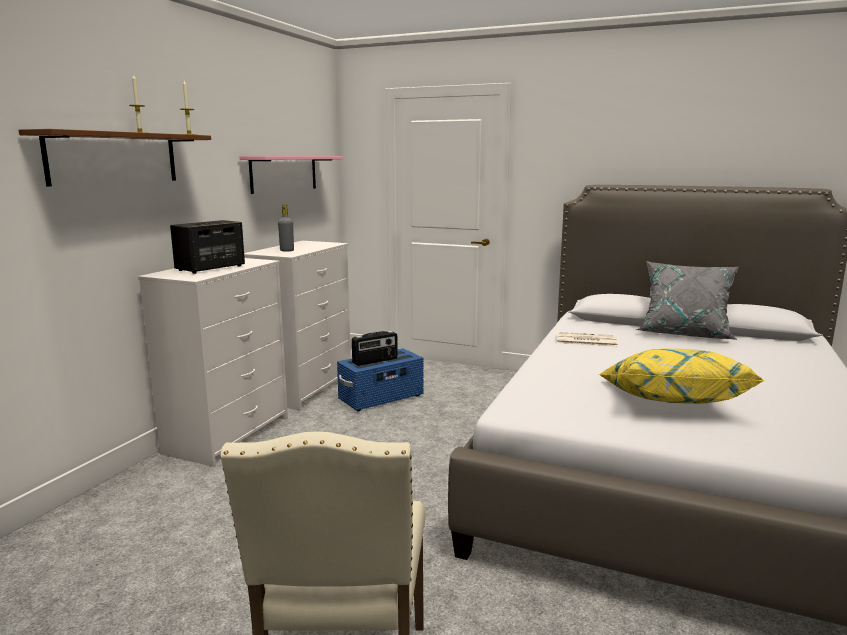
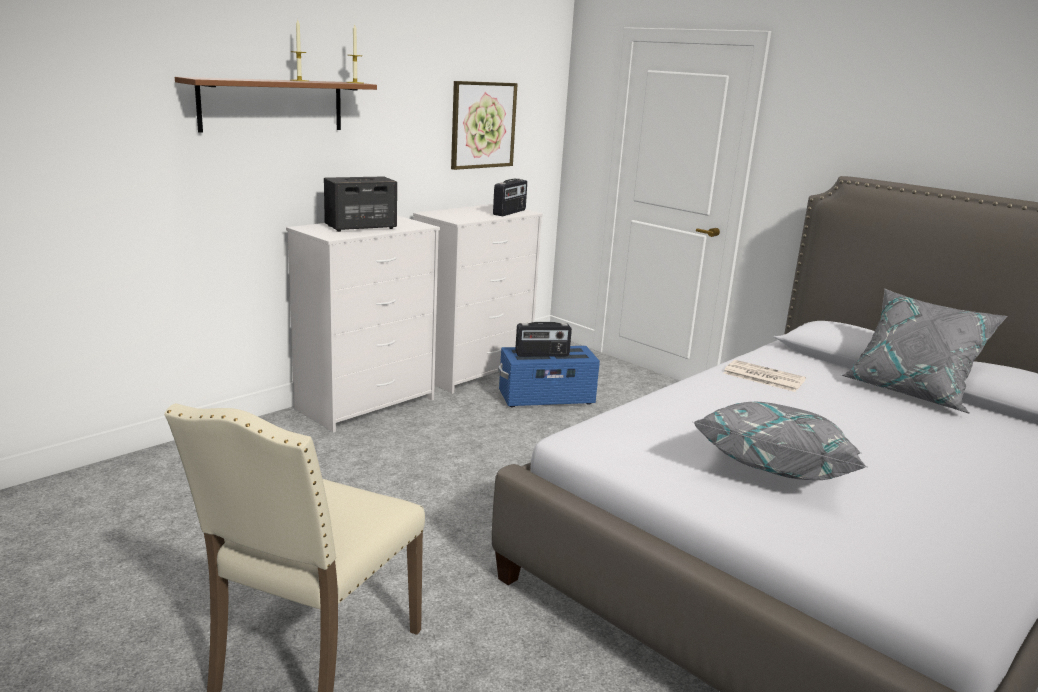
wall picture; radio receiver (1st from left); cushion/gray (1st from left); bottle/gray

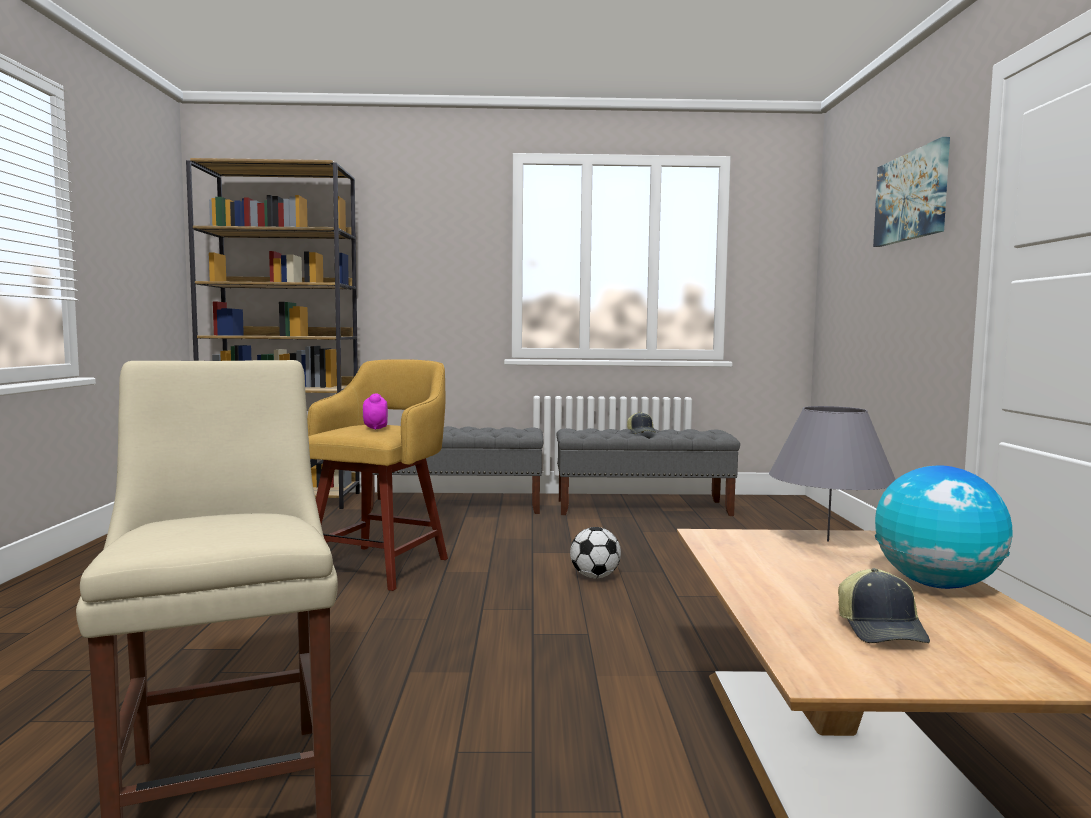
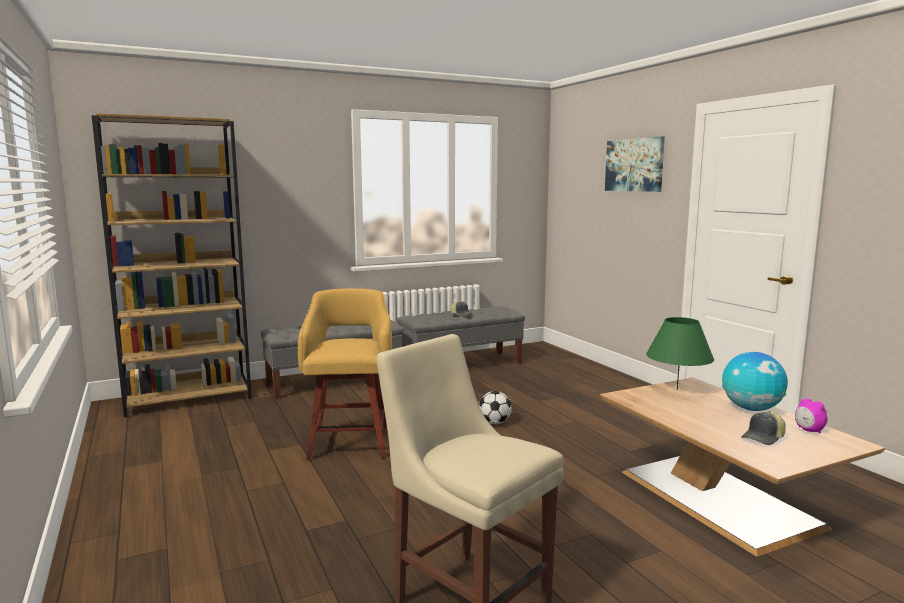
table lamp/greenish; peaked cap (2nd from left); table clock

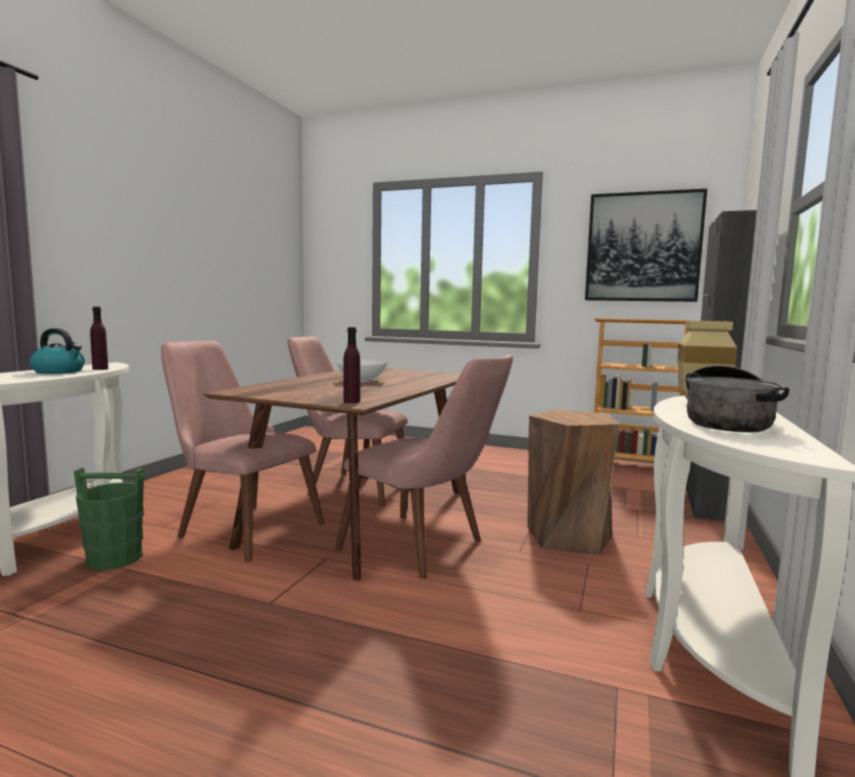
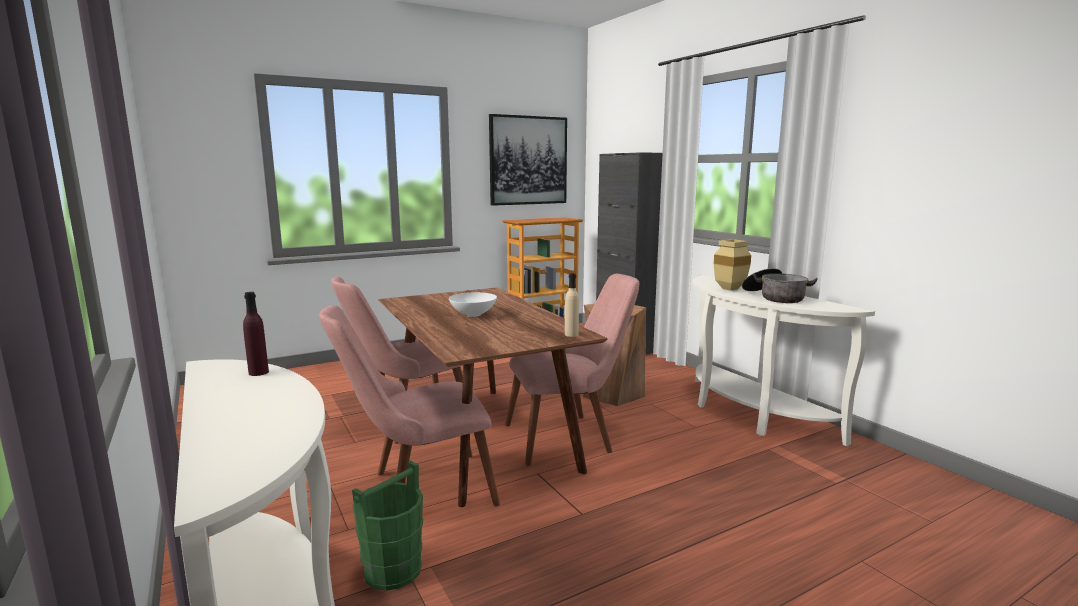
bottle/beige-coloured; water kettle

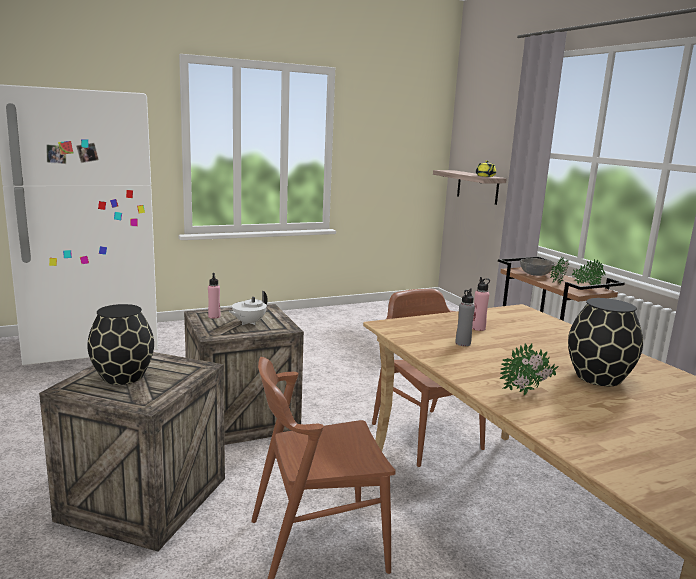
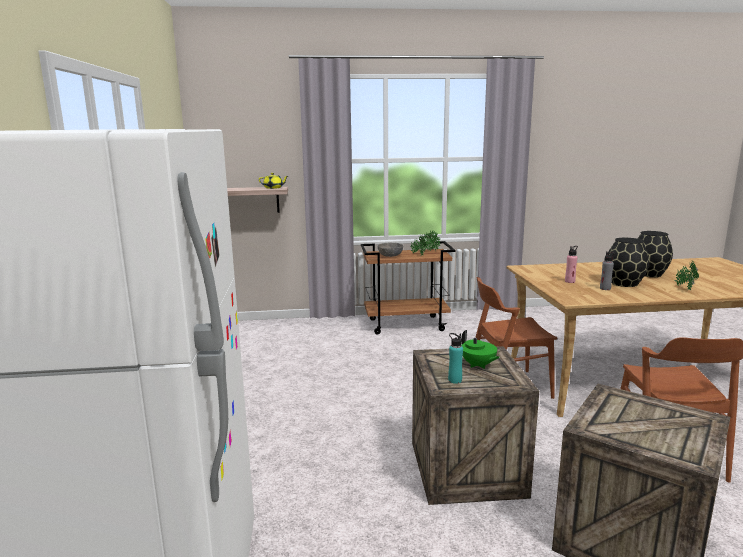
bottle/turquoise; pot for tea/greenish; decorative vase/black (1st from left)

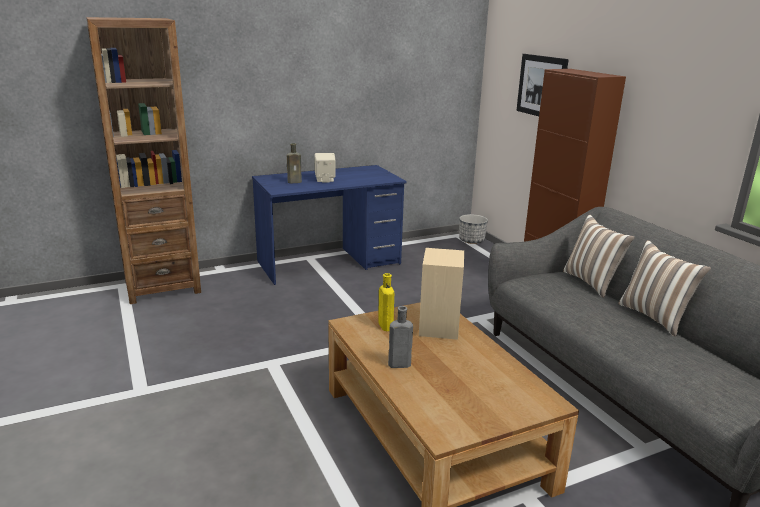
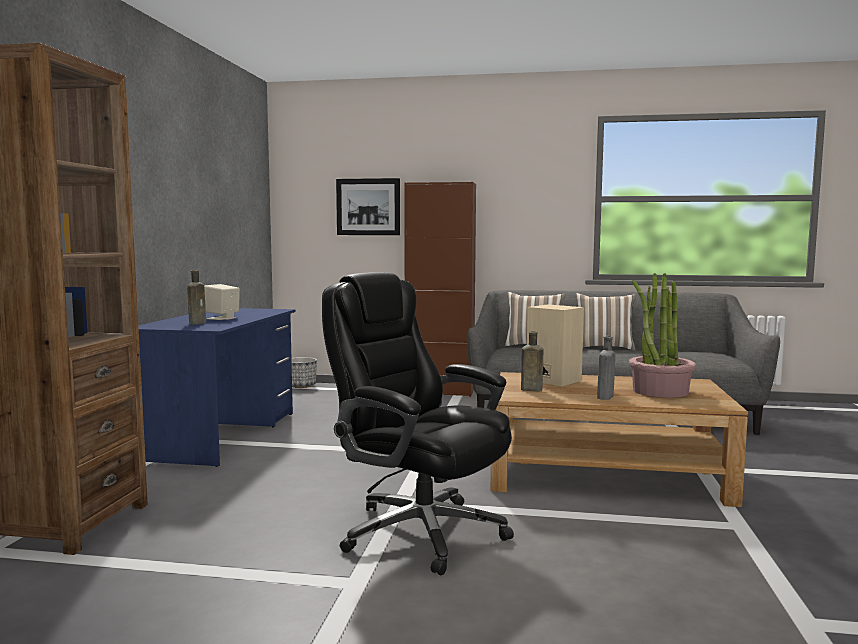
office chair/black; bottle/brownish (2nd from left); potted plant

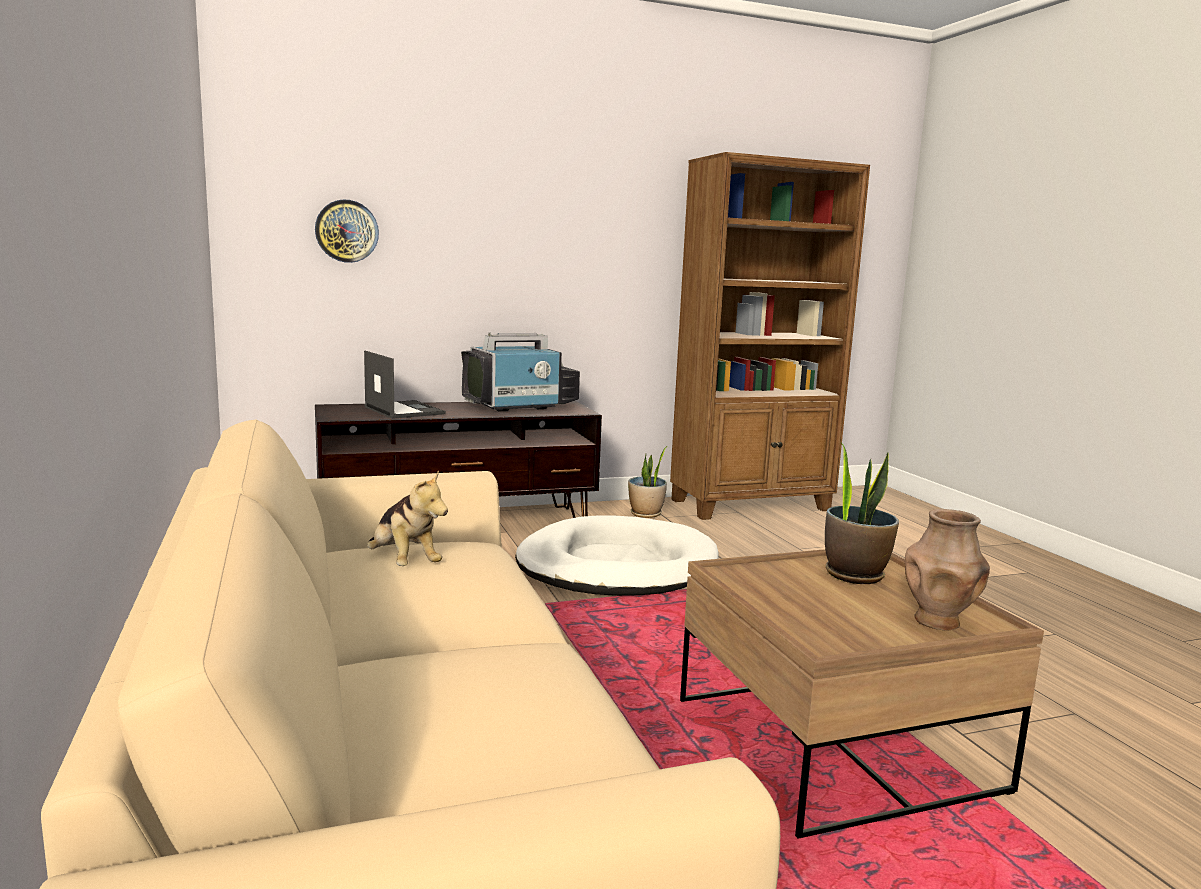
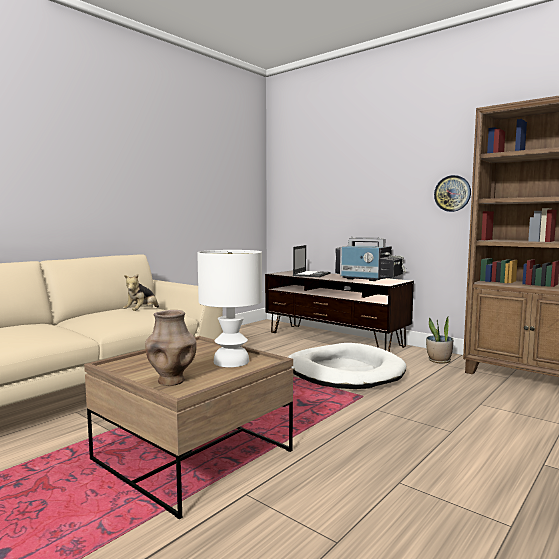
table lamp/white-coloured; clock on the wall

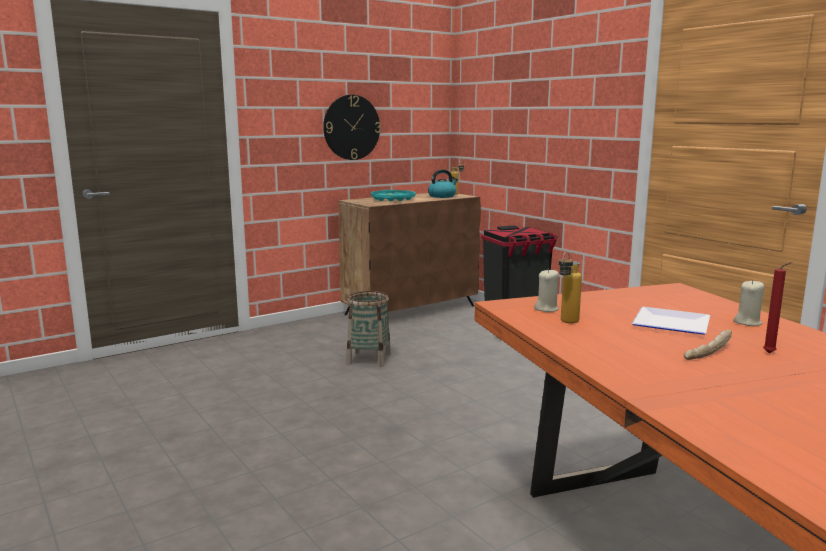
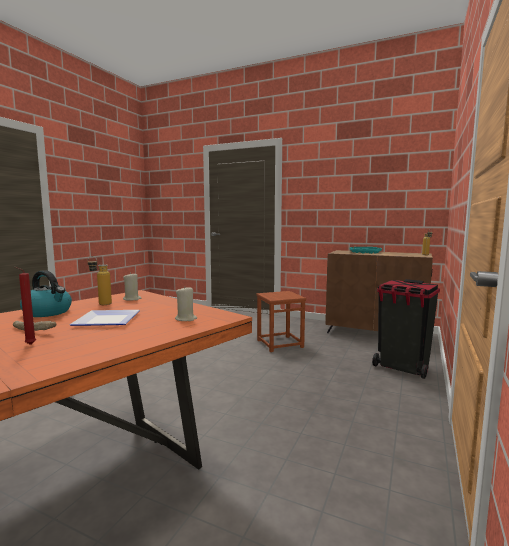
water kettle; wax light/beige-coloured (2nd from left); stool seat/brownish; clock on the wall

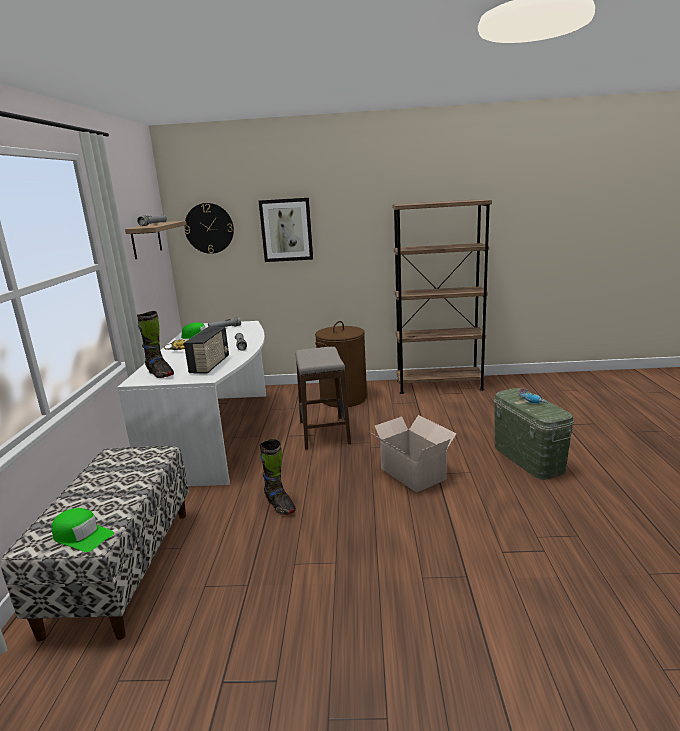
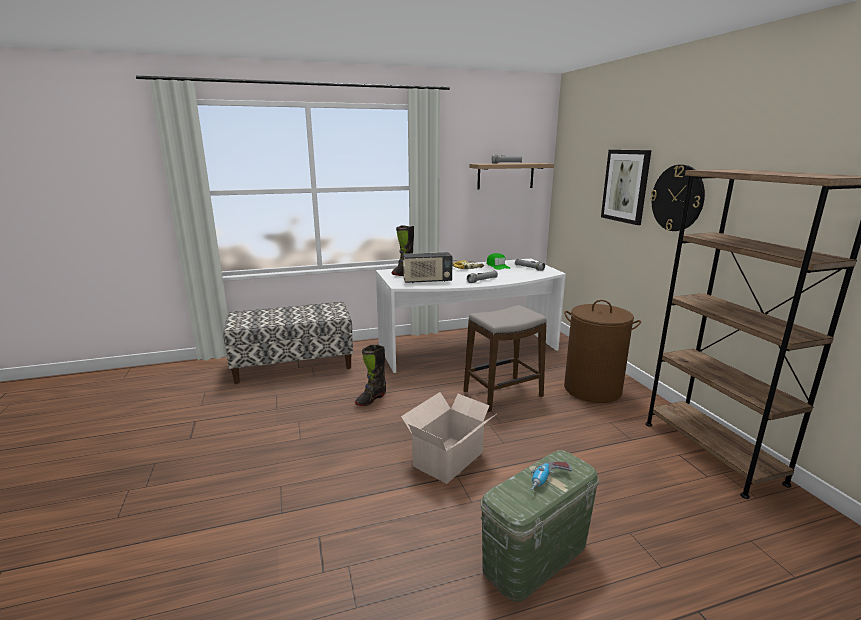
clock on the wall; peaked cap/greenish (1st from left in the first image)

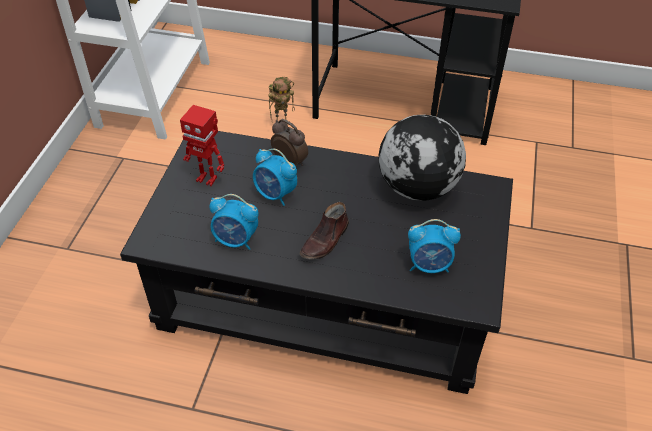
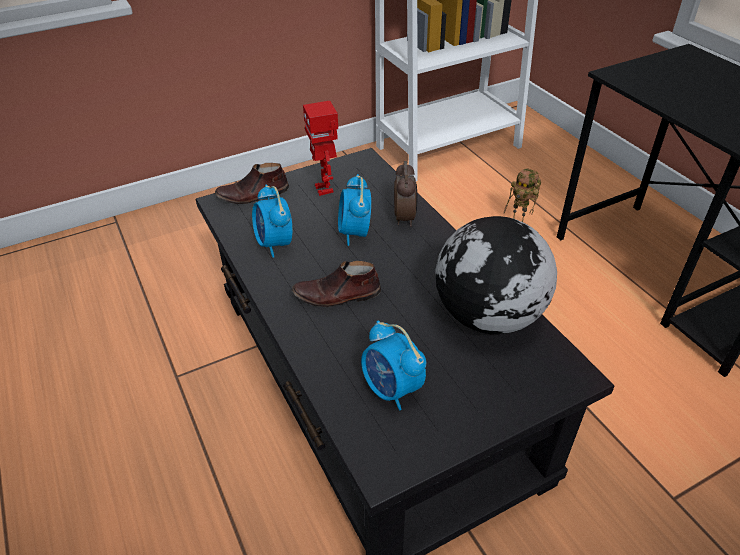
item of footwear/brownish (1st from left)

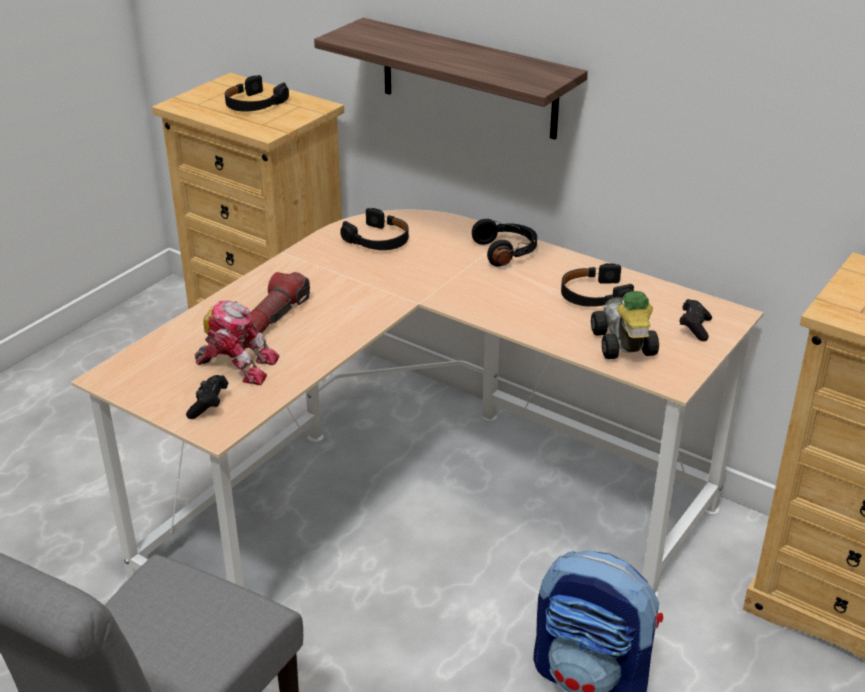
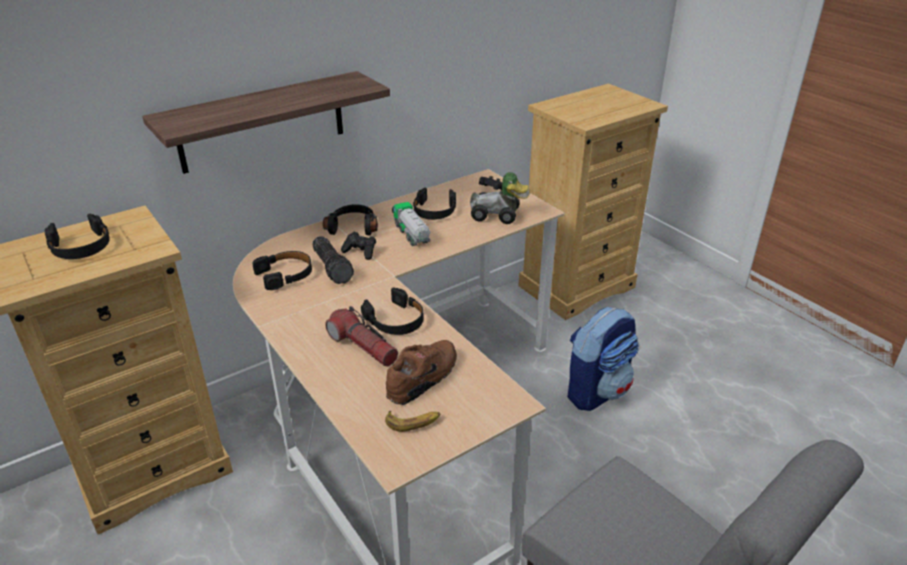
hand torch (1st from left); game controller/black (1st from left); headphones/black (4th from left); whole banana; item of footwear/brownish; model truck

